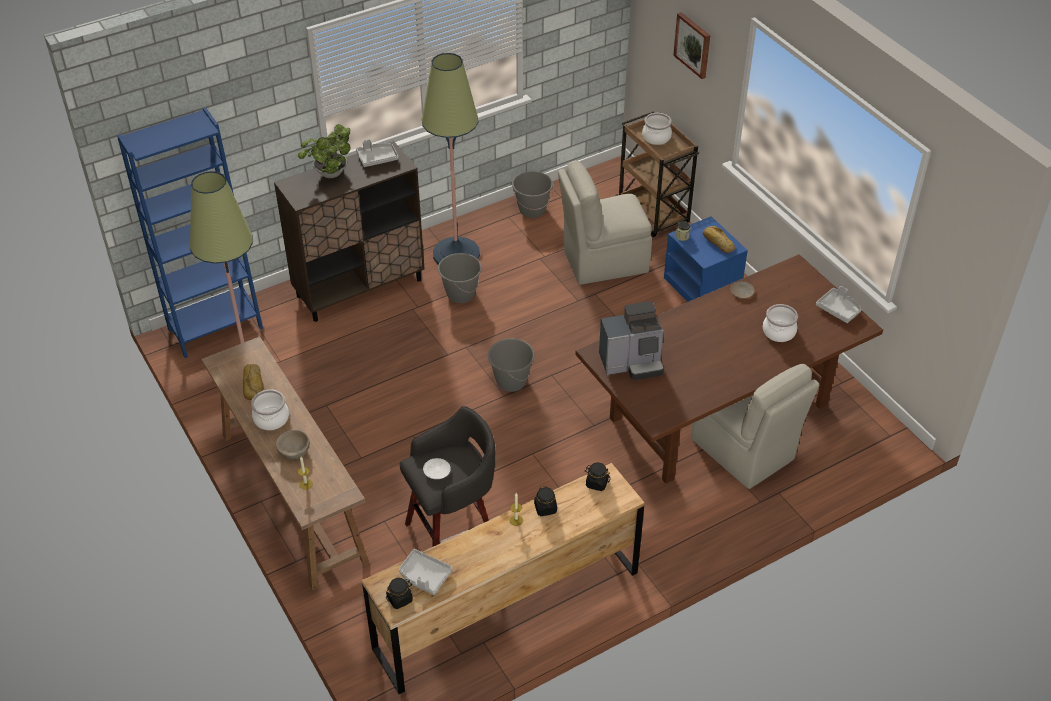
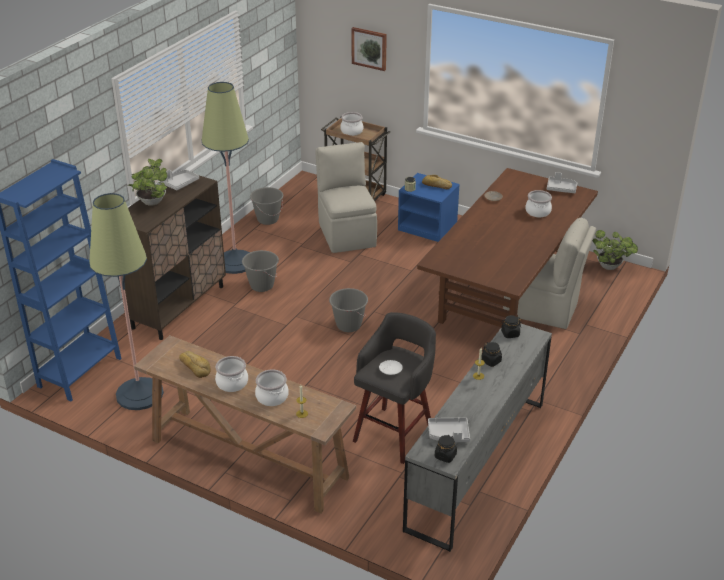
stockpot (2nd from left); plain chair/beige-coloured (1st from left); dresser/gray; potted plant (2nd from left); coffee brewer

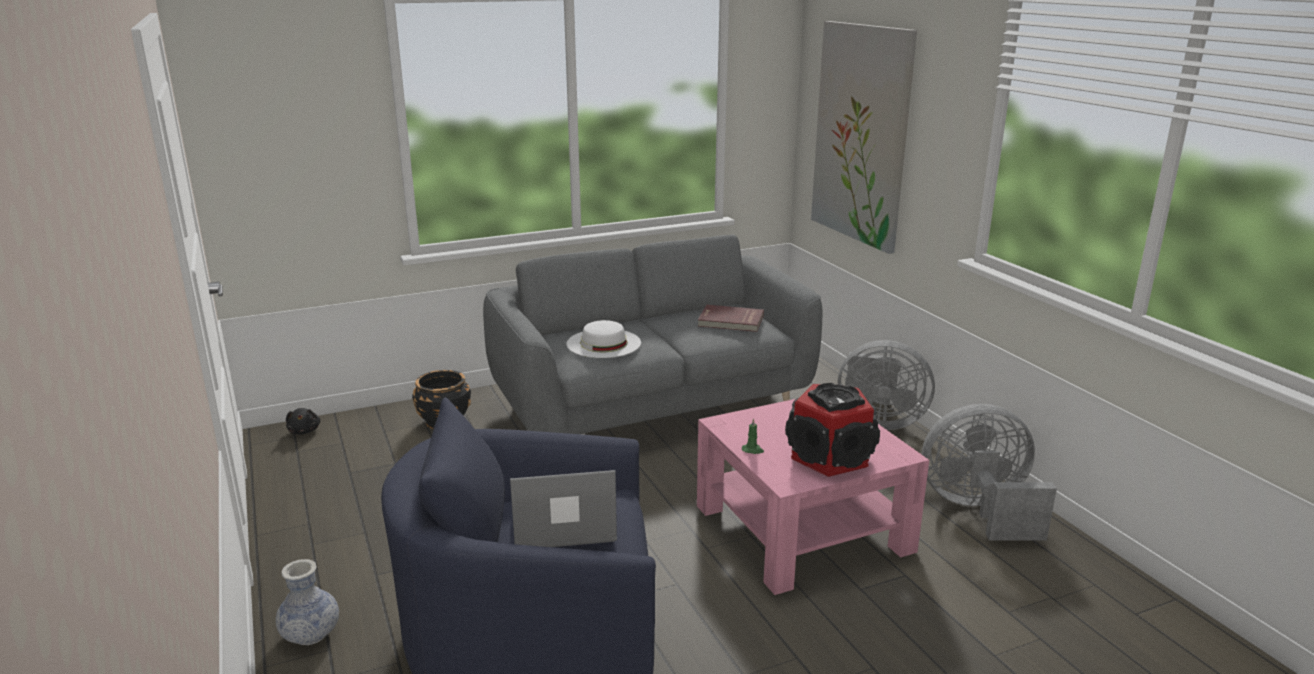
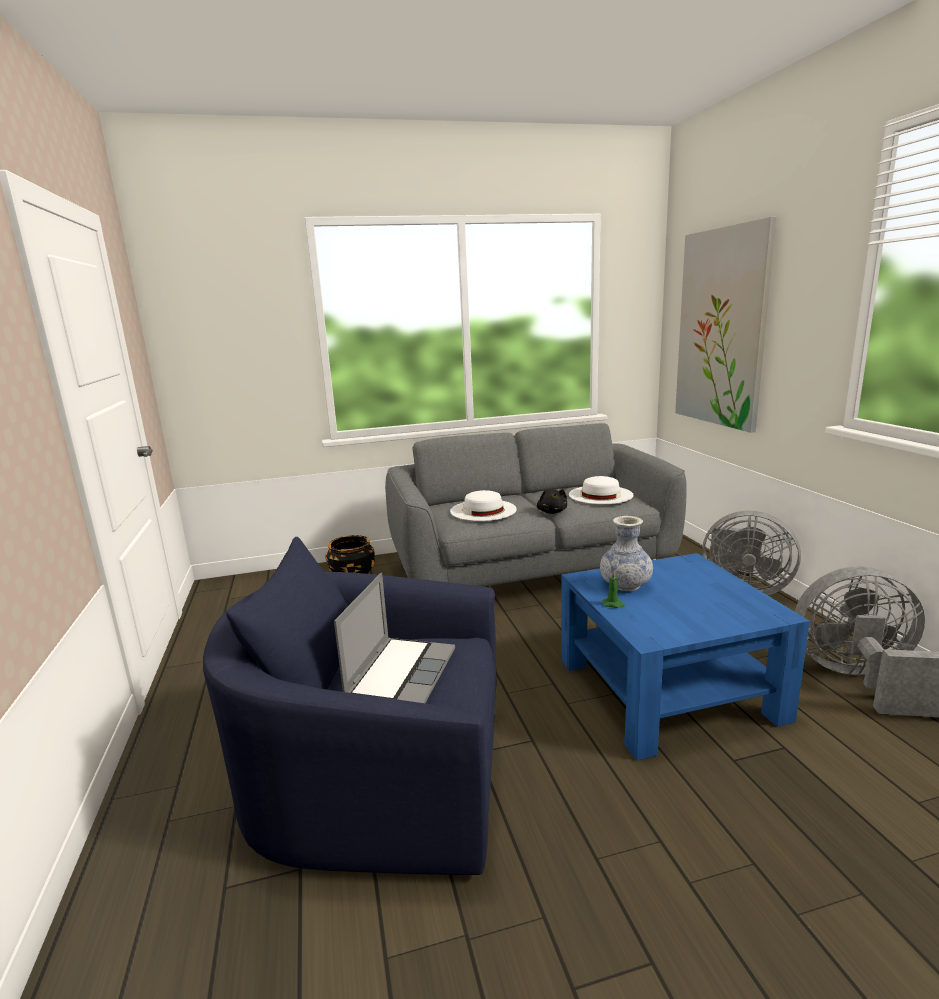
laptop; cuddly toy/black; lounge table/blue-coloured; clothing hat/white-coloured (2nd from left); decorative vase; loudspeaker

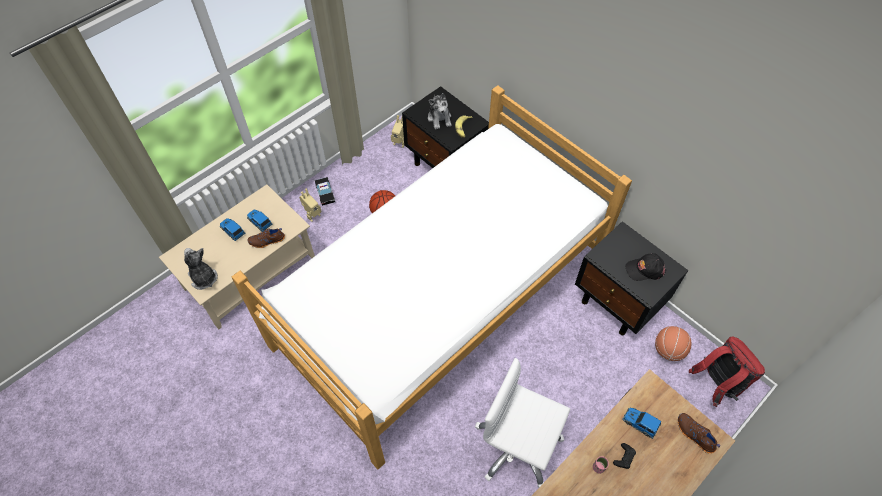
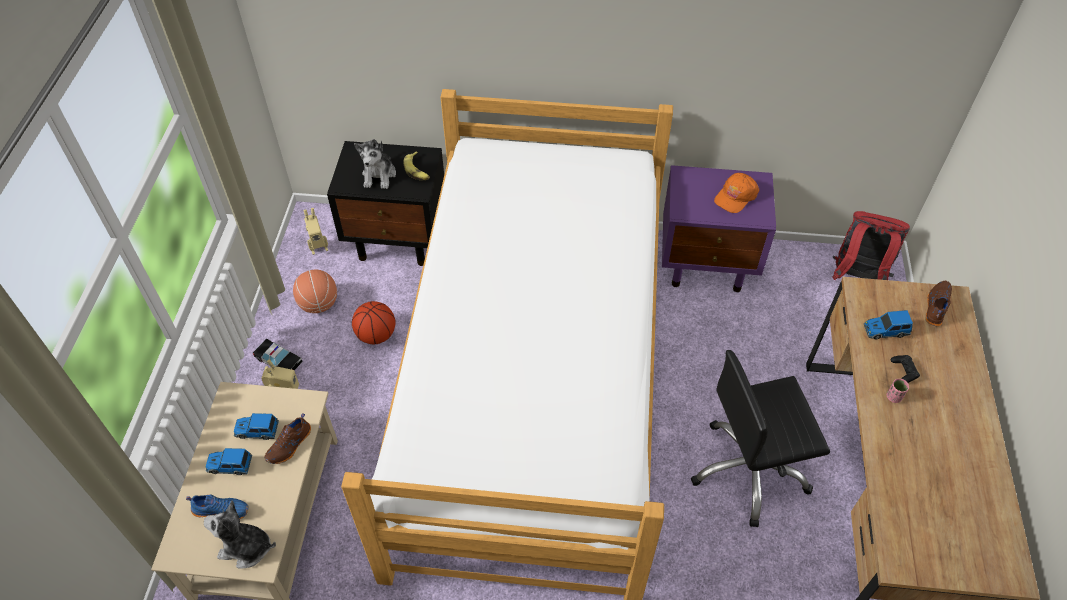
item of footwear/blue-coloured; basketball (1st from left); cuddly toy (2nd from left); nightstand/purplish; office chair/black; peaked cap/orangey; item of footwear/brownish (2nd from left)

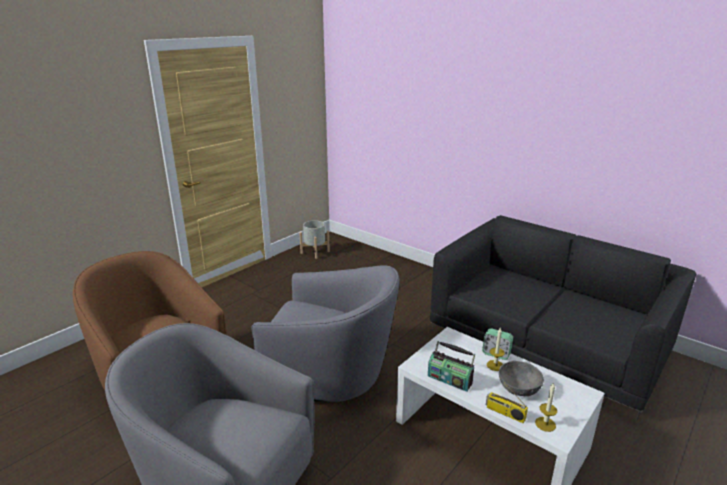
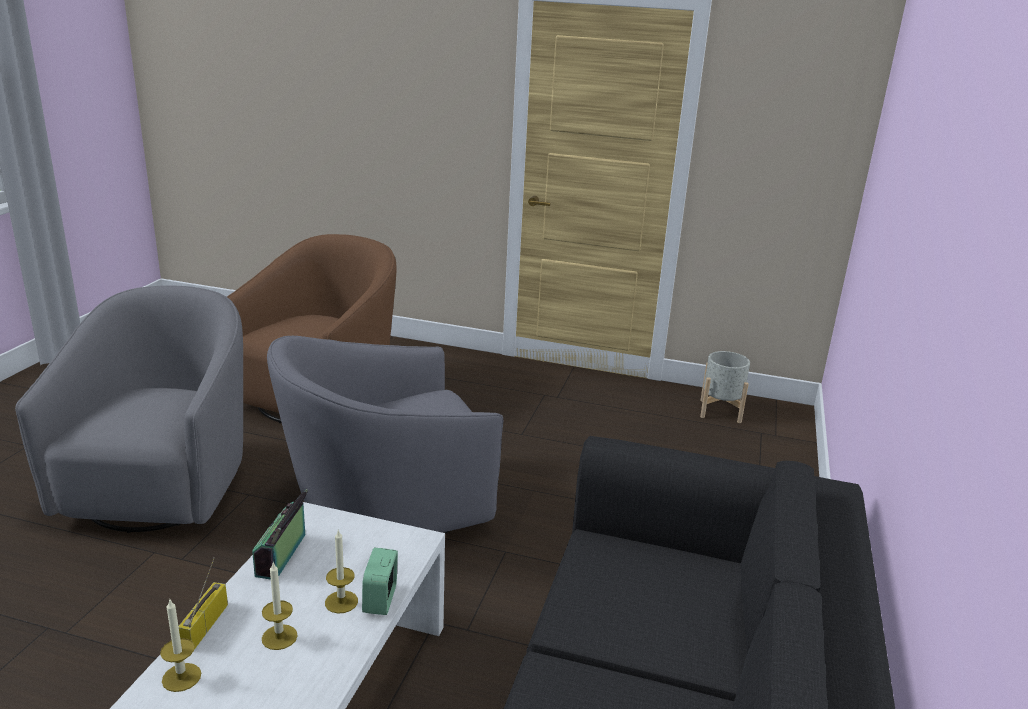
wax light (2nd from left); easy chair/gray (2nd from left)

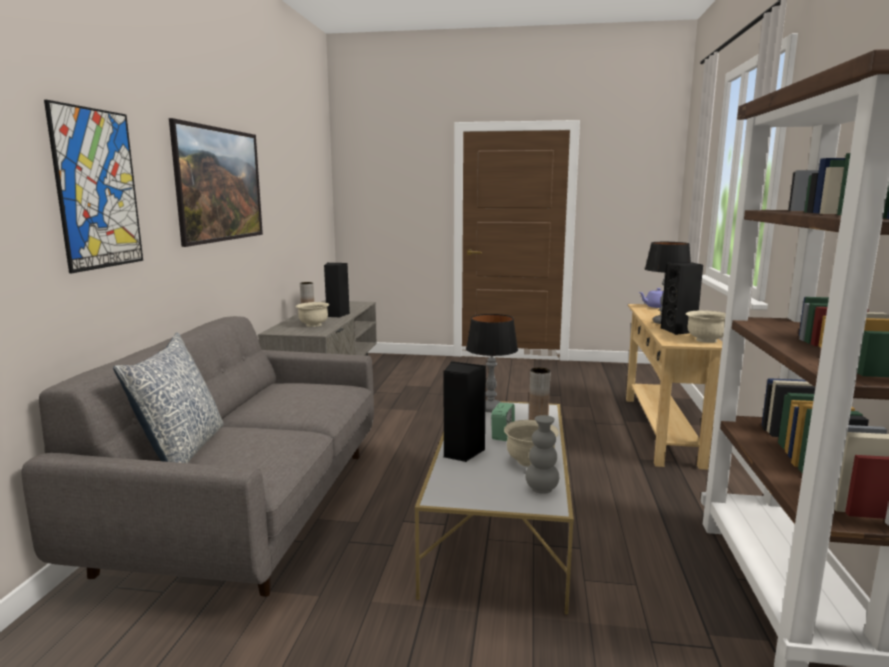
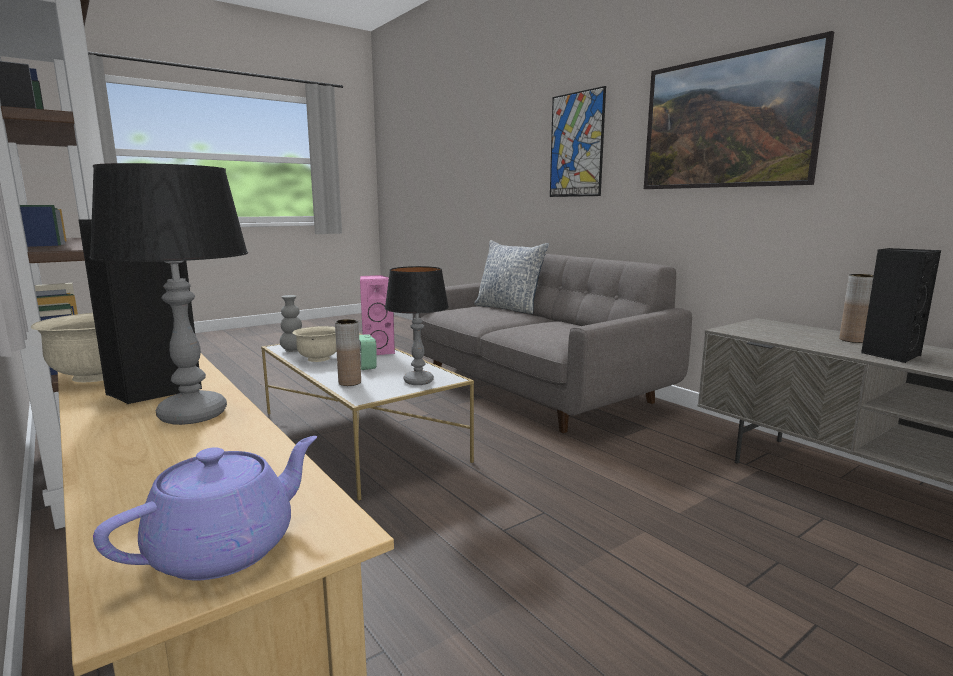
loudspeaker/pink; serving bowl/beige-coloured (1st from left in the first image)

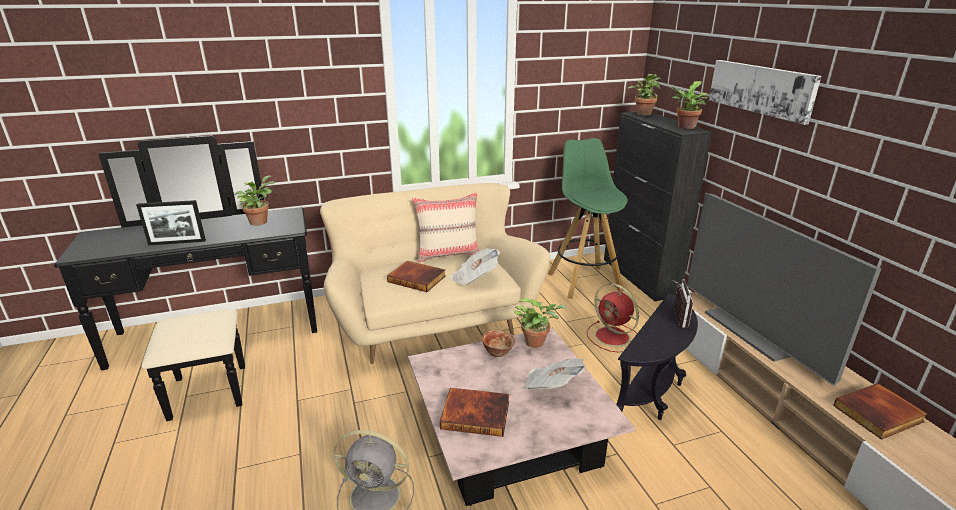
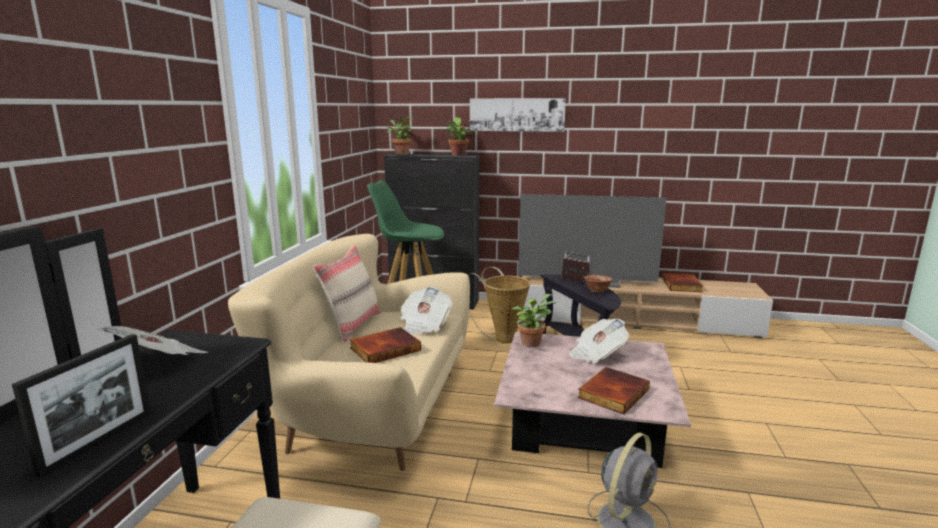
printed paper (1st from left); storage basket; serving bowl

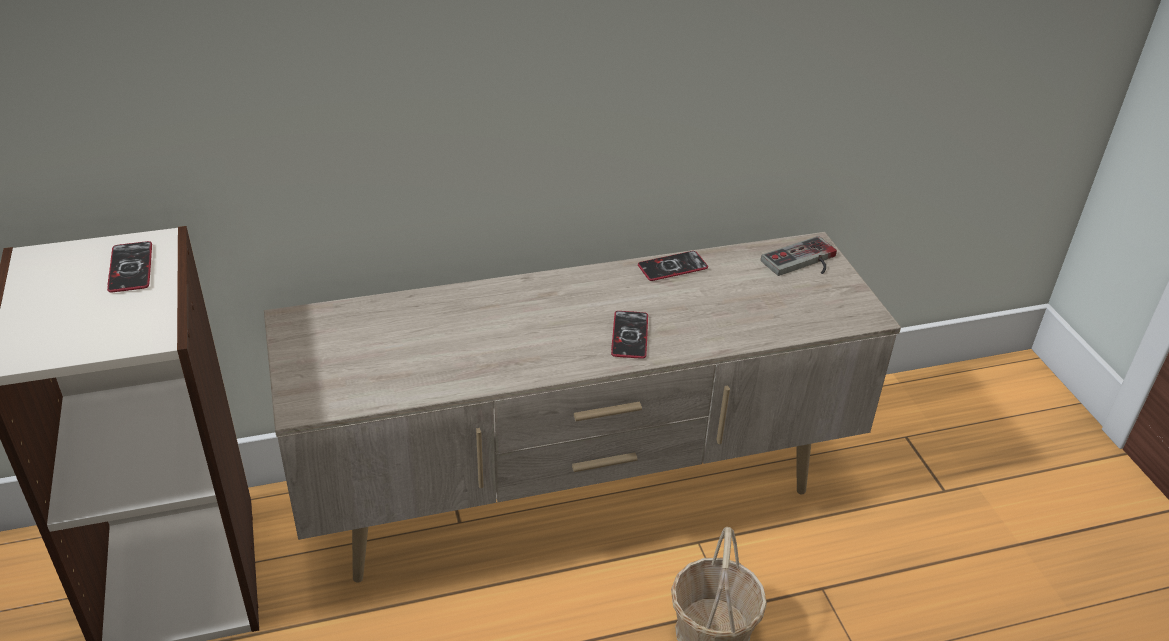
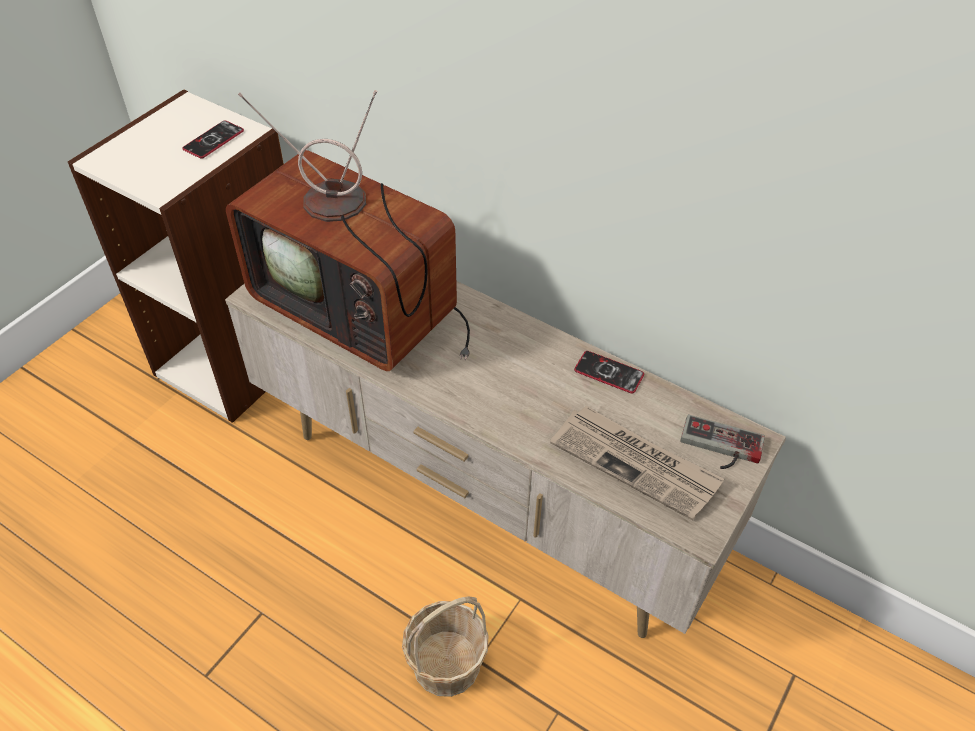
TV; printed paper; handset (2nd from left in the first image)

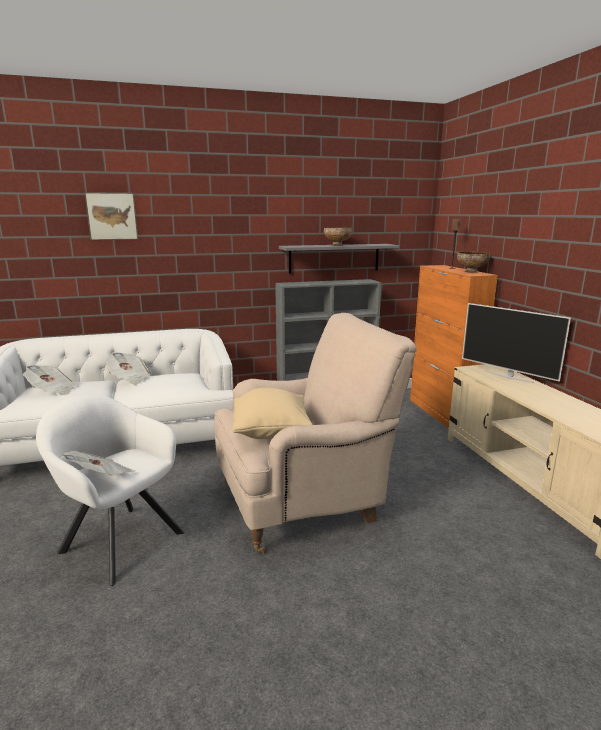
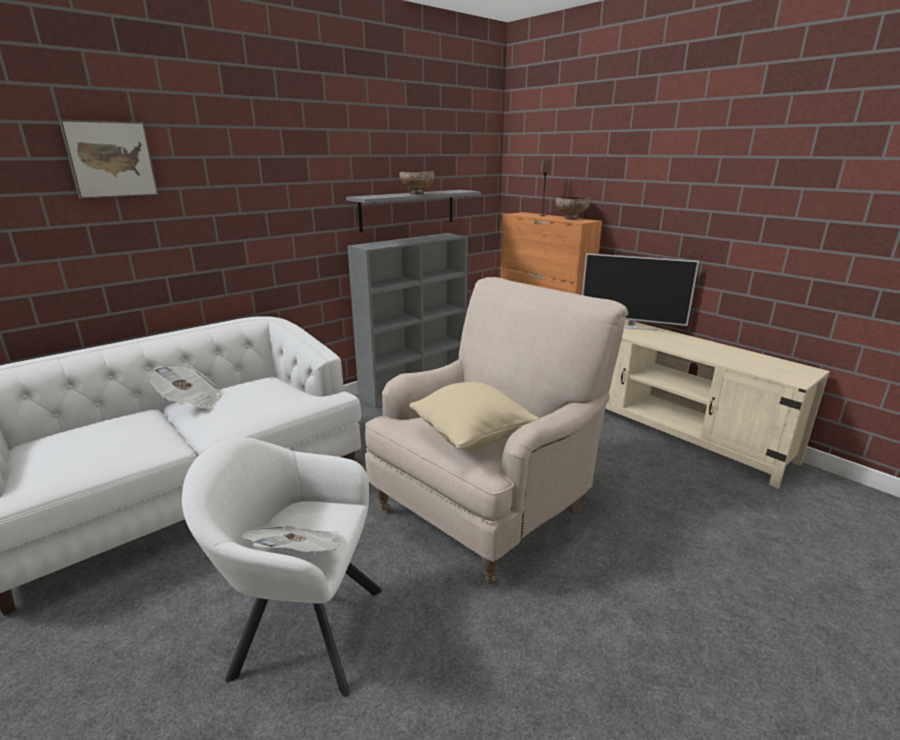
printed paper (1st from left in the first image)

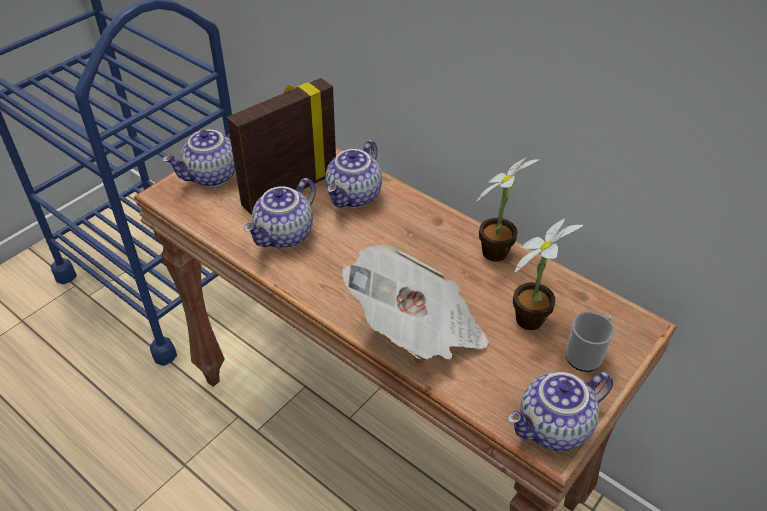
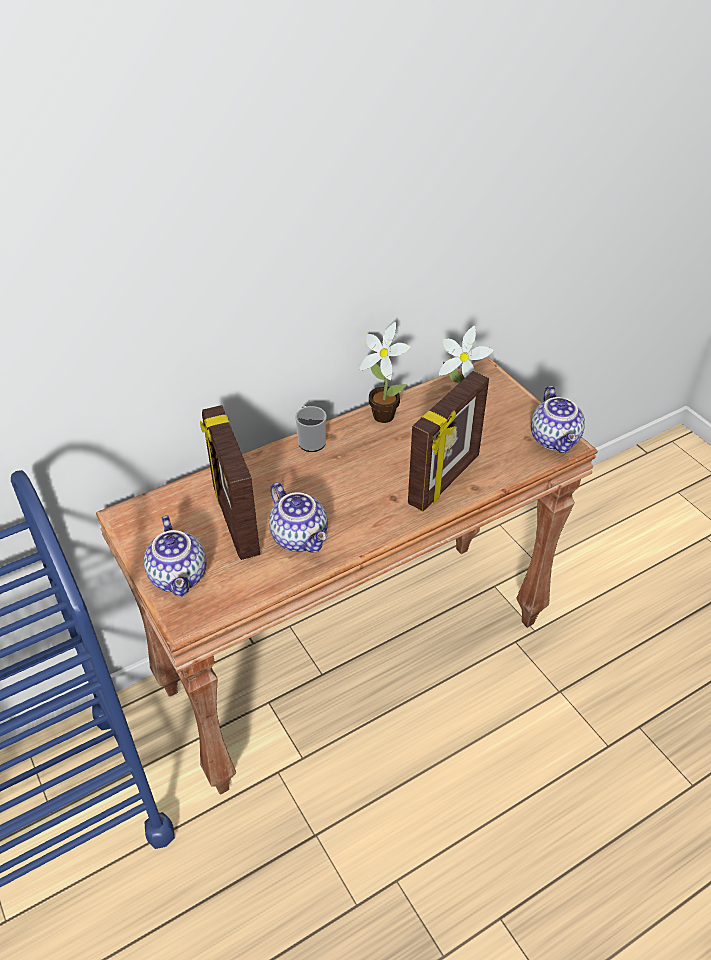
mug; standing frame (2nd from left); pot for tea (3rd from left in the first image)

